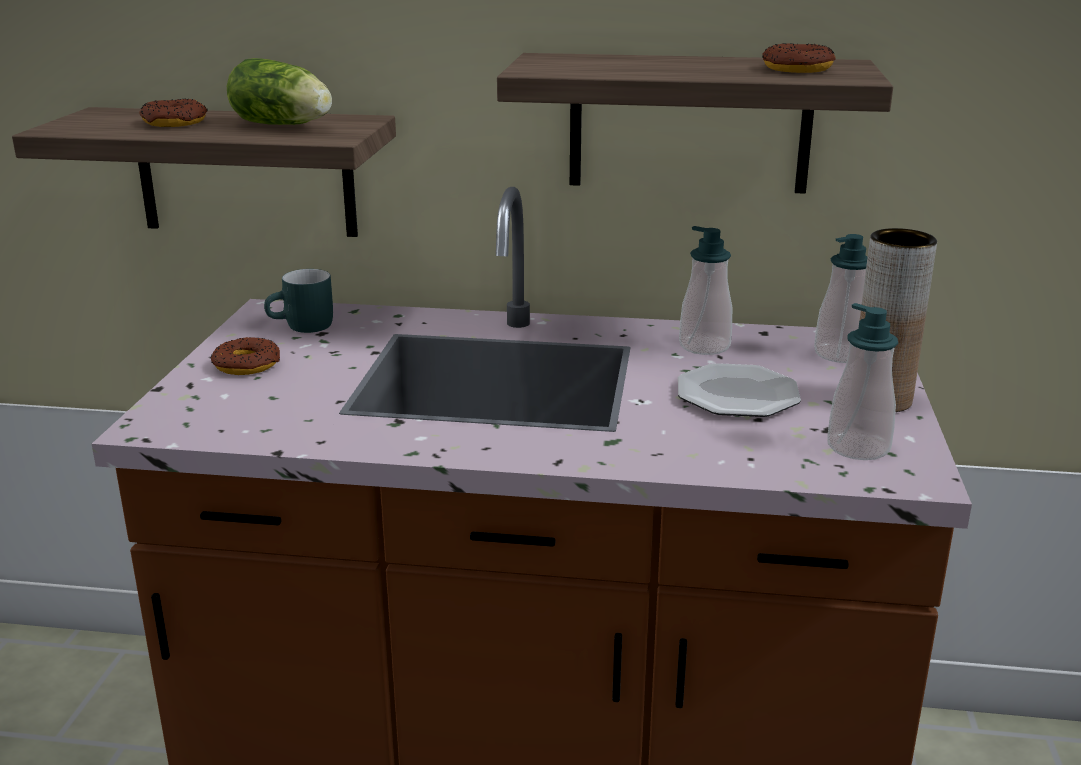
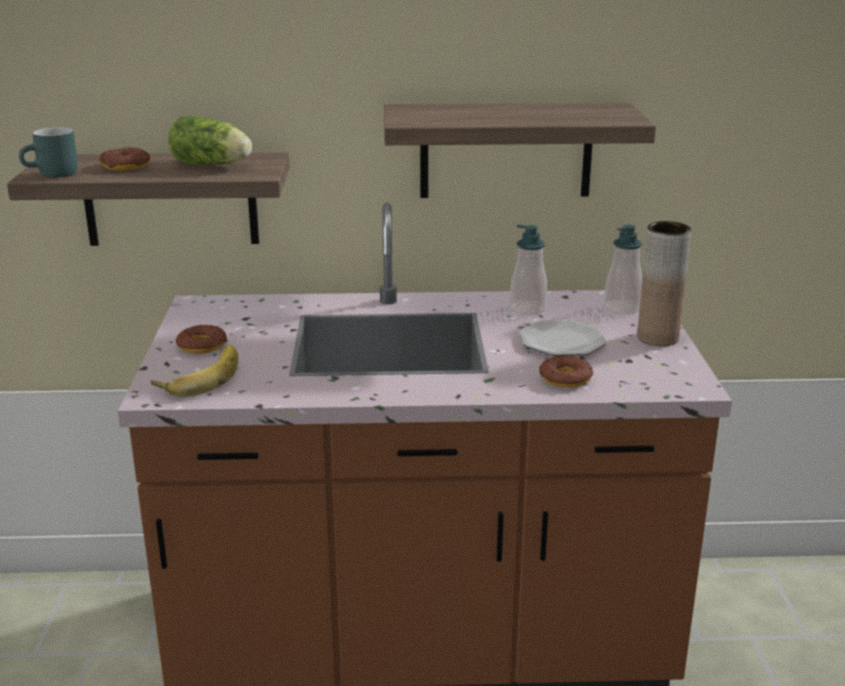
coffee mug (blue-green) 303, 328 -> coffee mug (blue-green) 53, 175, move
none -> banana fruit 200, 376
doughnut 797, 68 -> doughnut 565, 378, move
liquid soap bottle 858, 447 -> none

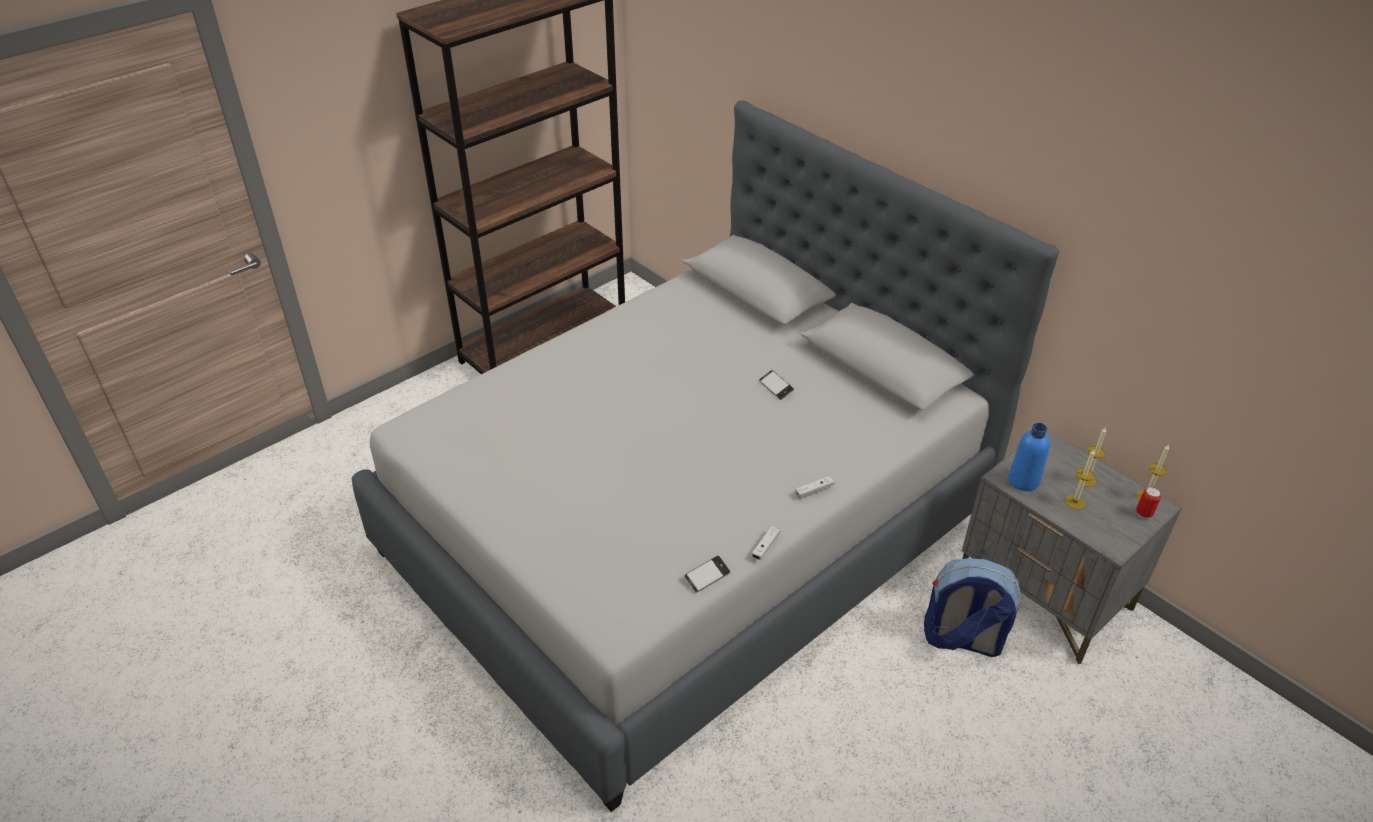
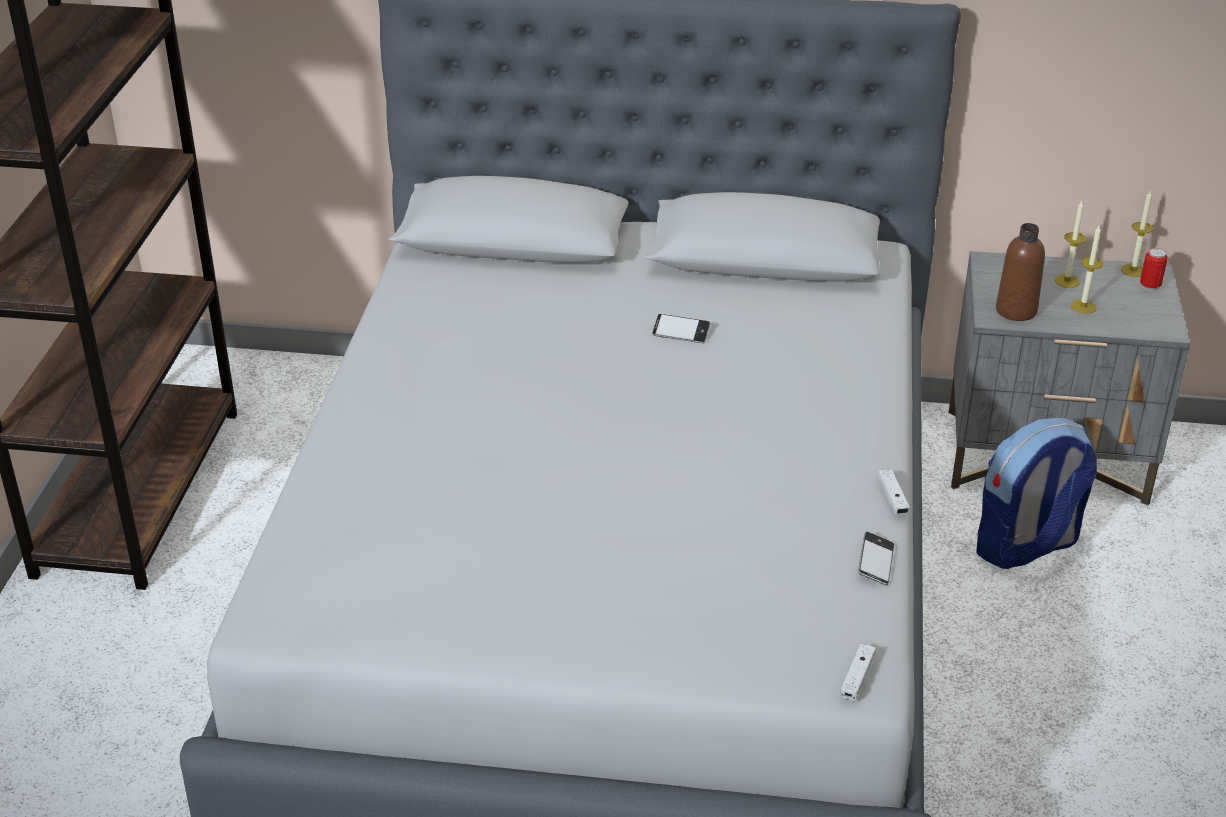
game controller (white-coloured) 814, 491 -> game controller (white-coloured) 857, 678, move
beverage bottle (blue-coloured) 1023, 480 -> beverage bottle (brown) 1016, 310

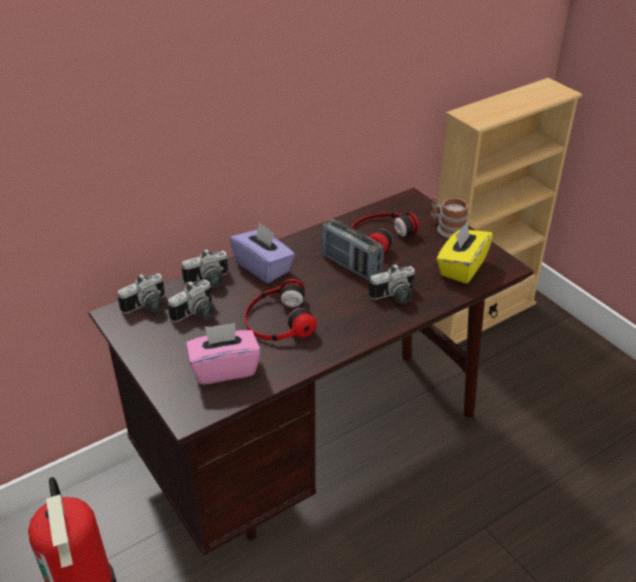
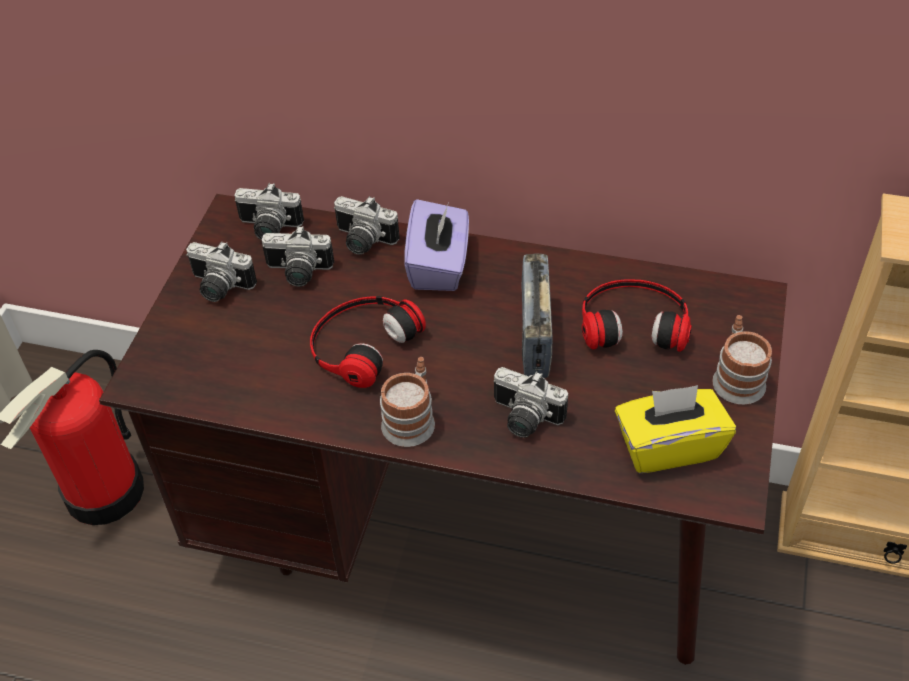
none -> photo camera 218, 288
none -> coffee mug 411, 418
tissue holder (pinkish) 224, 369 -> none

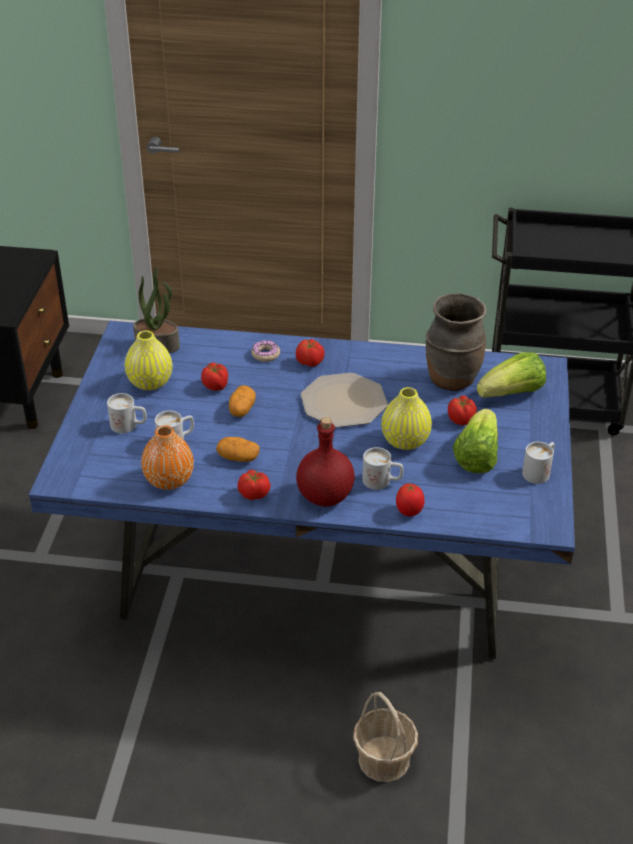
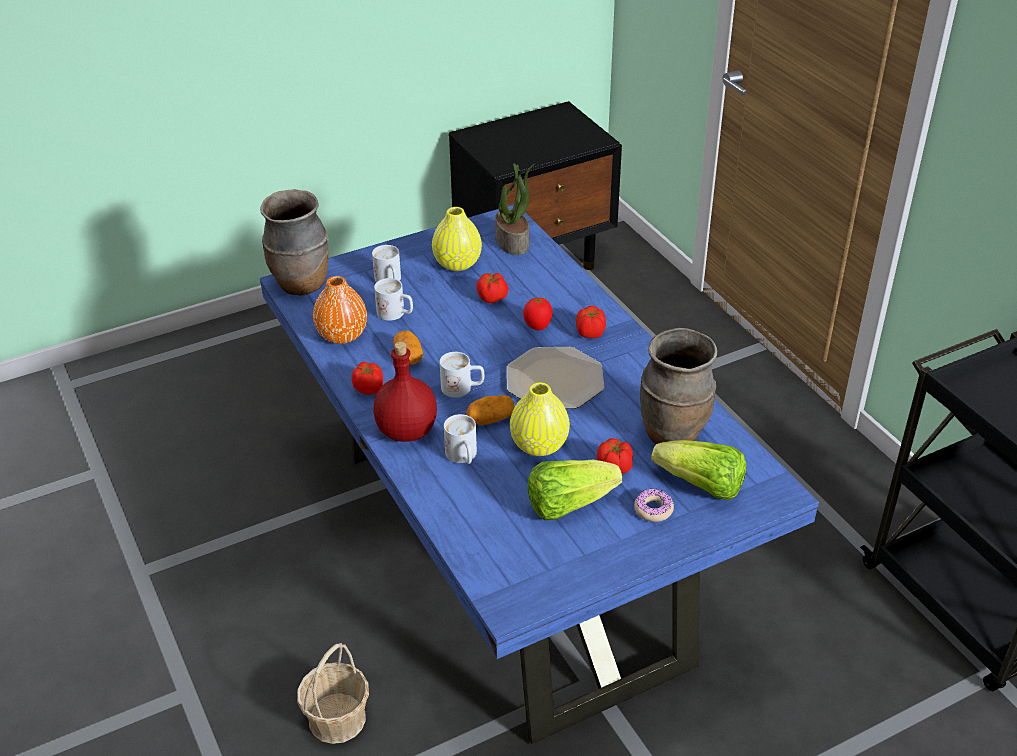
none -> decorative vase (brown) 301, 285
coffee mug (white-coloured) 539, 471 -> coffee mug (white-coloured) 463, 388, move
potato 241, 409 -> potato 490, 419, move
fresh tomato 409, 512 -> fresh tomato 538, 327, move
doughnut 265, 354 -> doughnut 653, 509, move

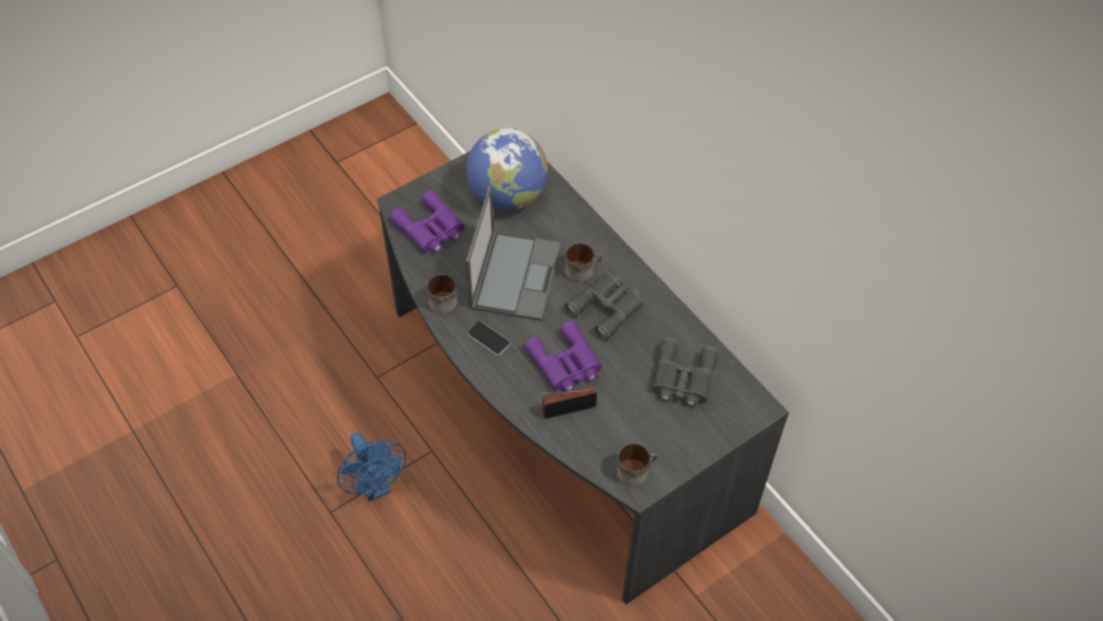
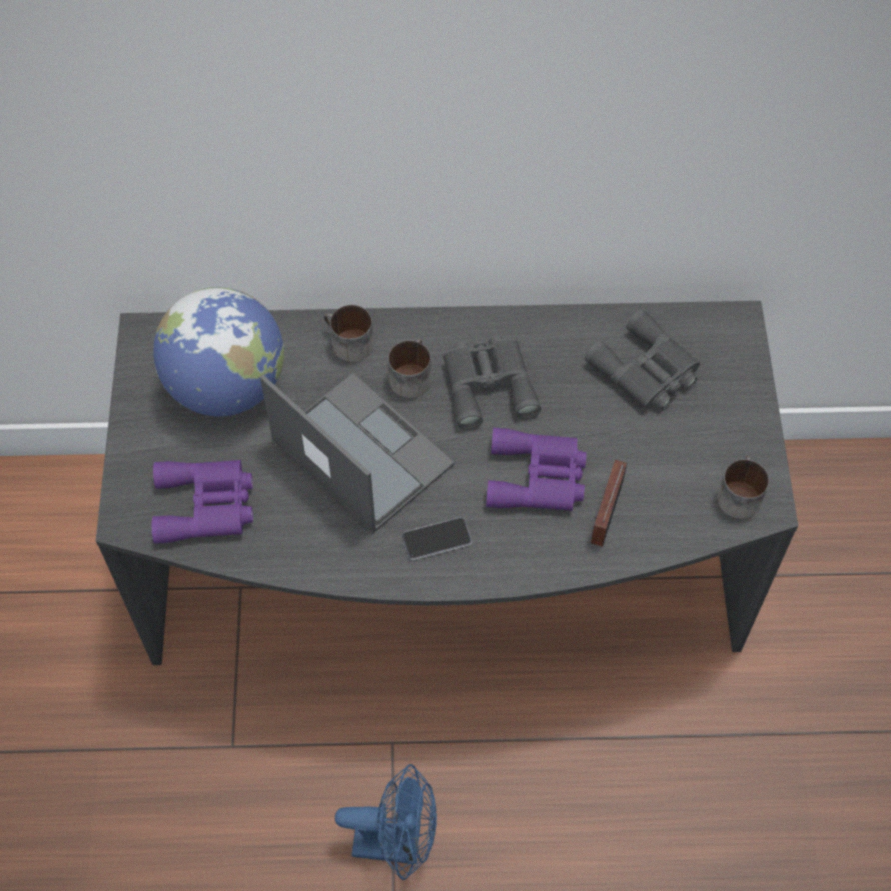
coffee mug 441, 299 -> coffee mug 347, 343, move

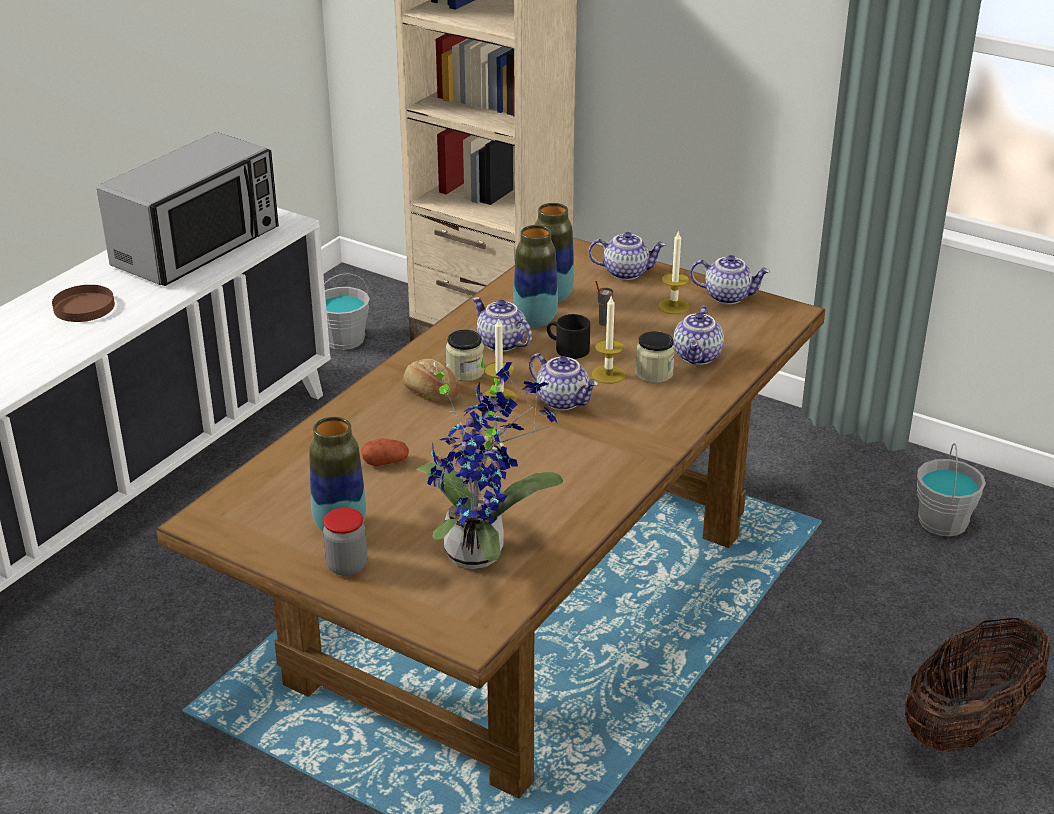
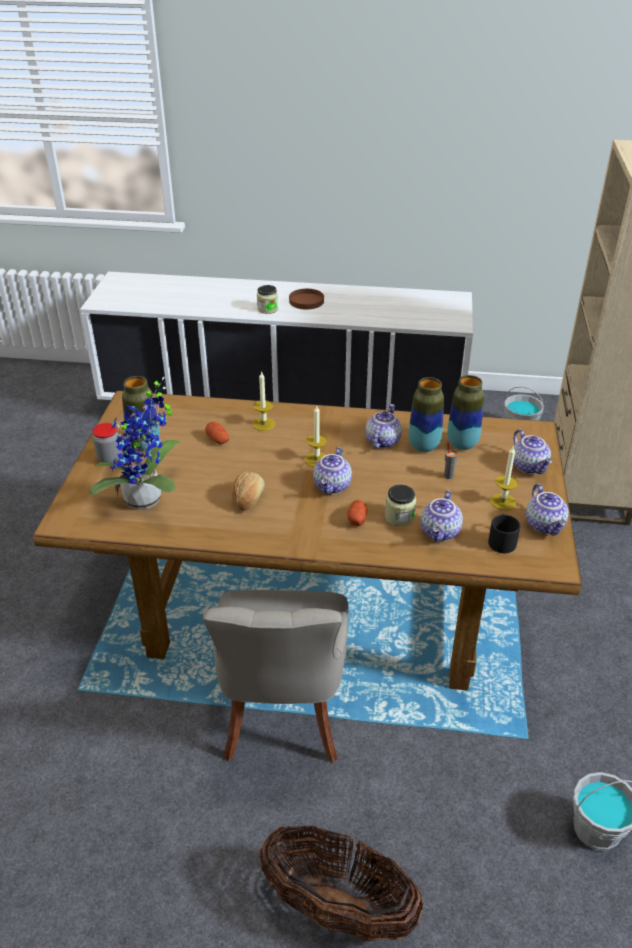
none -> plain chair (greyish) 282, 717
bread 430, 393 -> bread 248, 498, move
candle 608, 374 -> candle 264, 424, move
jar 465, 372 -> jar 267, 309, move
none -> potato 357, 519
tea pot 698, 357 -> tea pot 441, 532, 60 degrees counterclockwise
coffee mug (black) 567, 349 -> coffee mug (black) 501, 540, move
microwave 197, 247 -> none

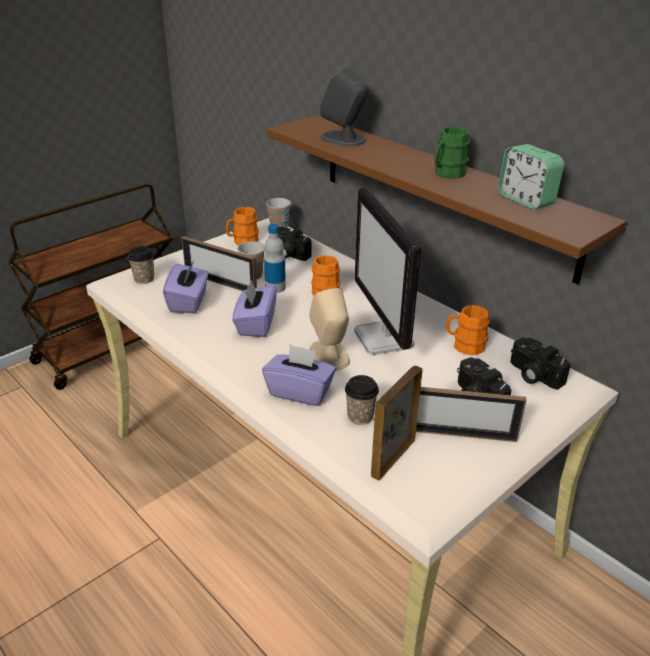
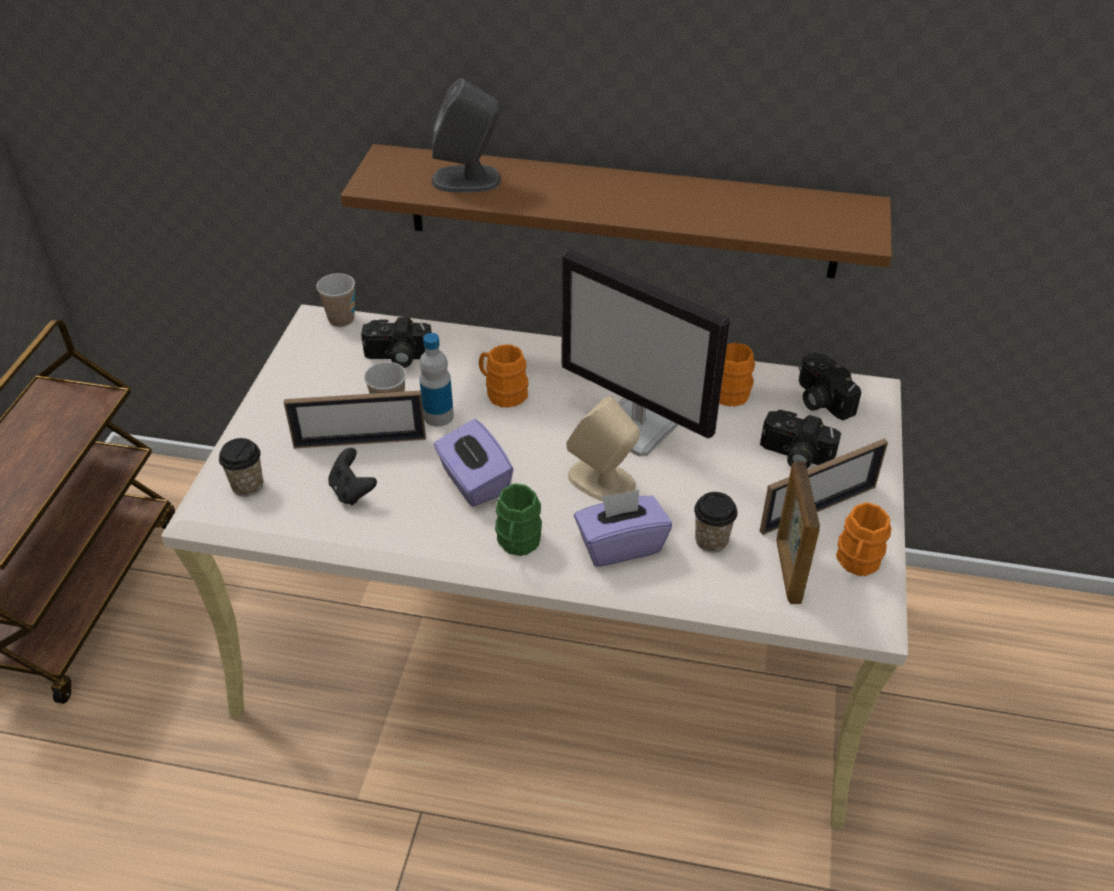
tissue holder (purplish) 189, 302 -> game controller (black) 352, 491
coffee mug (green) 447, 174 -> coffee mug (green) 517, 544, move
photo camera 532, 375 -> photo camera 819, 400, 45 degrees clockwise
coffee mug (orange) 242, 241 -> coffee mug (orange) 856, 563, move
alarm clock 525, 200 -> none

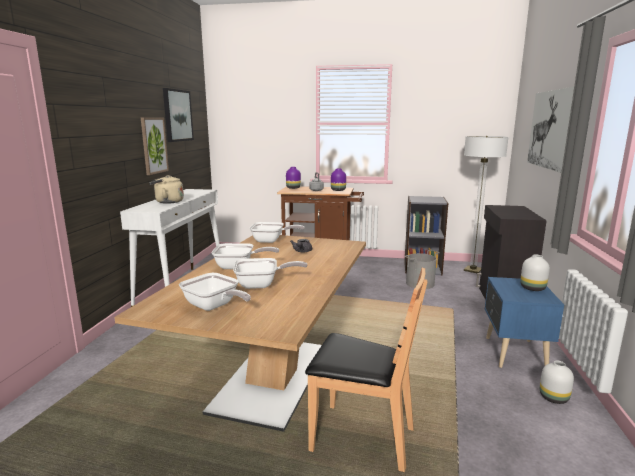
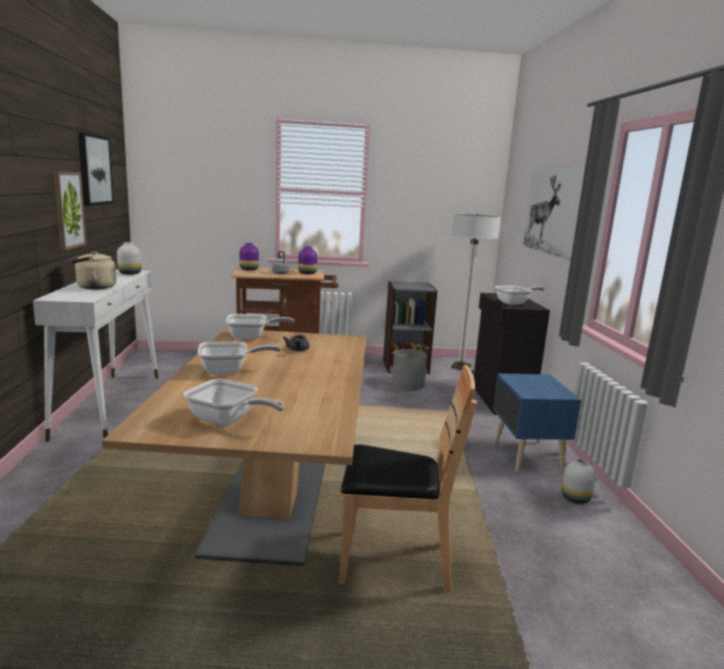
decorative vase (white-coloured) 532, 288 -> decorative vase (white-coloured) 130, 273, move
skillet 262, 285 -> skillet 515, 303, move

